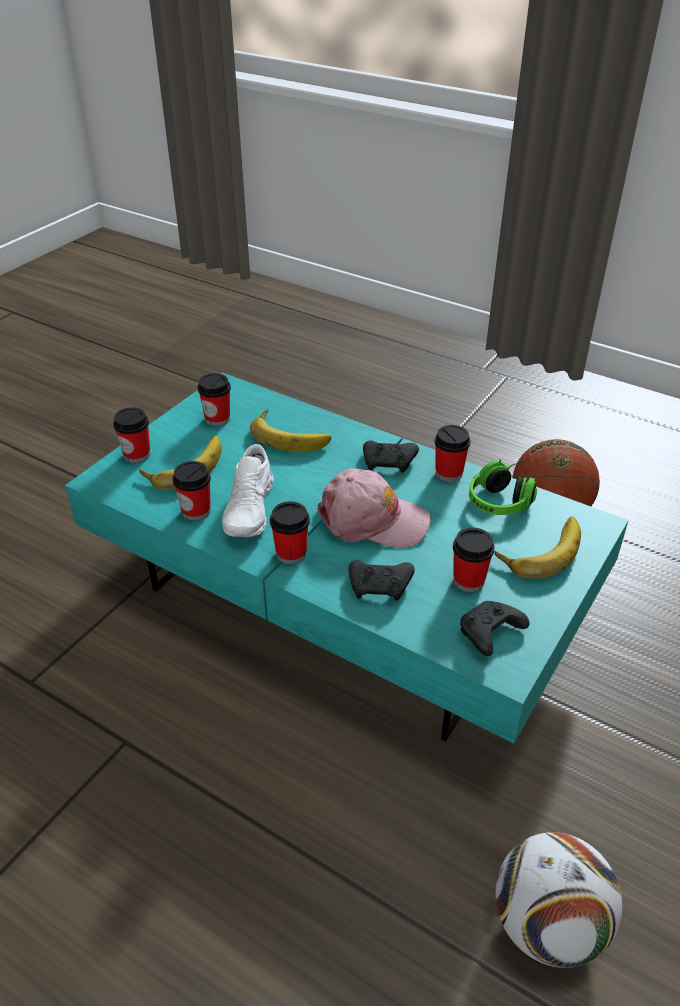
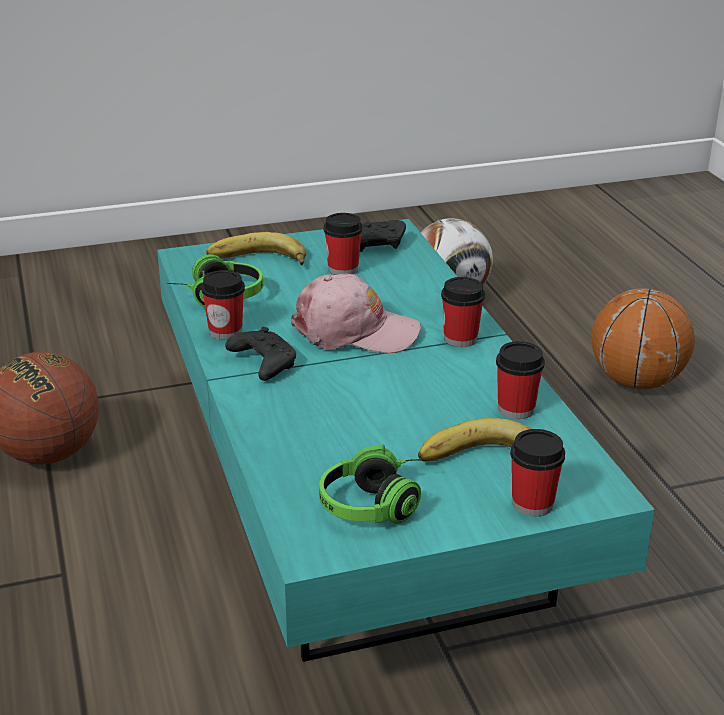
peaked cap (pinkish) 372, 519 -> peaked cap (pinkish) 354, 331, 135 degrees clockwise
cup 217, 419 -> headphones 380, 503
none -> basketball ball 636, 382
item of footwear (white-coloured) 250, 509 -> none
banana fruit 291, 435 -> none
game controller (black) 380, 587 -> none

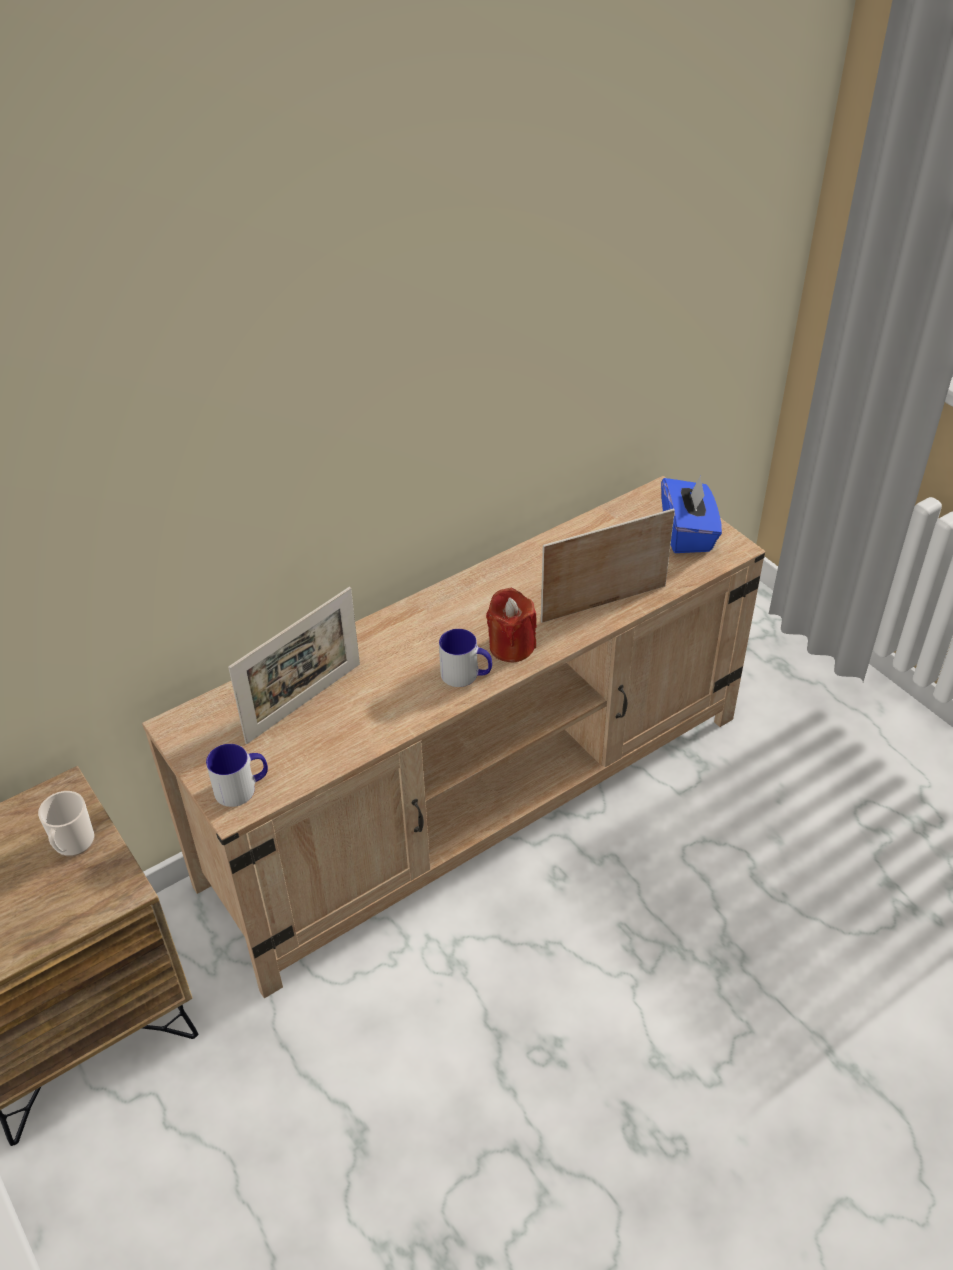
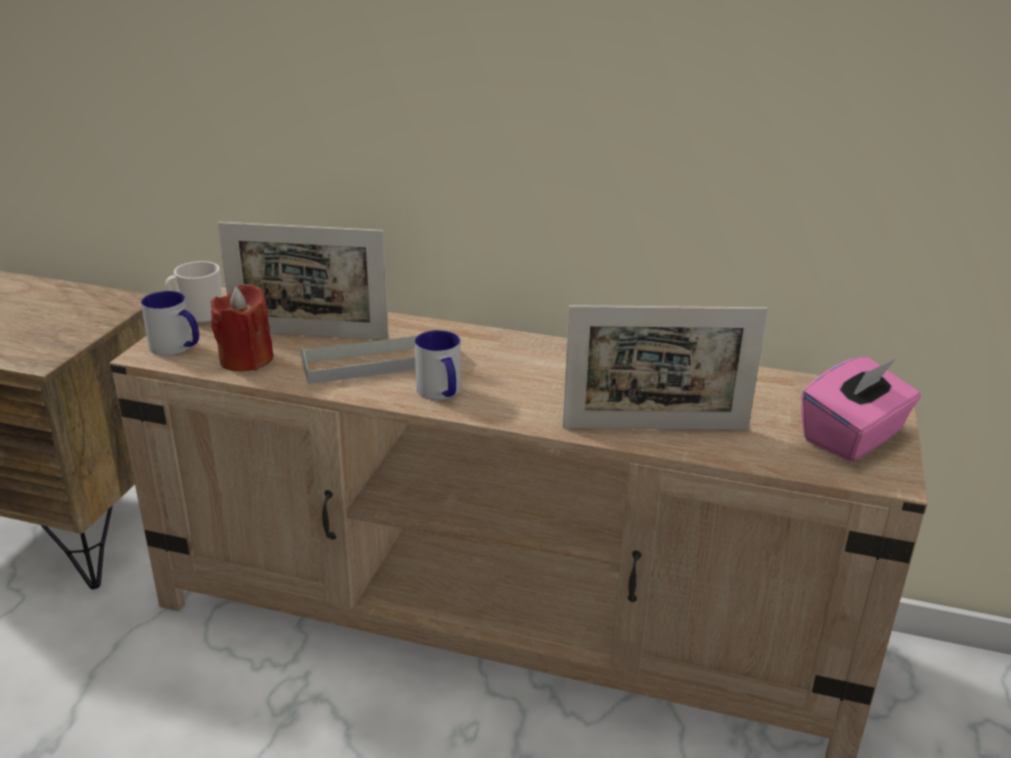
coffee mug 72, 844 -> coffee mug 198, 316, move
candle (reddish) 511, 646 -> candle (reddish) 246, 359, move
none -> carrying tray (greyish) 379, 363
photo frame 603, 603 -> photo frame 655, 428, 150 degrees clockwise
tissue holder (blue-coloured) 687, 533 -> tissue holder (pinkish) 853, 437

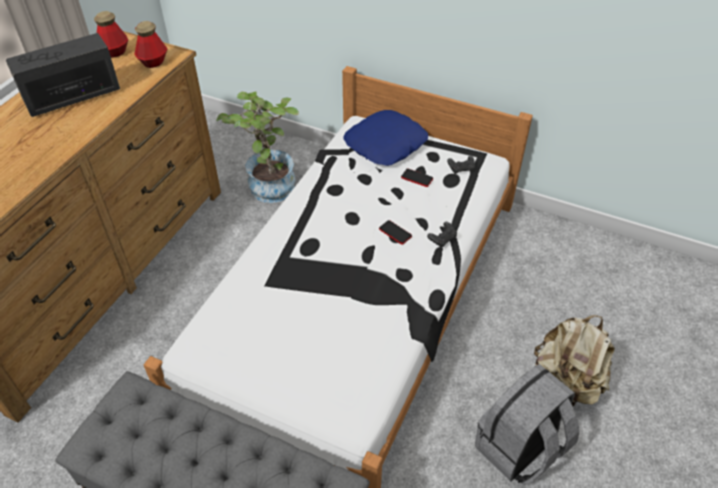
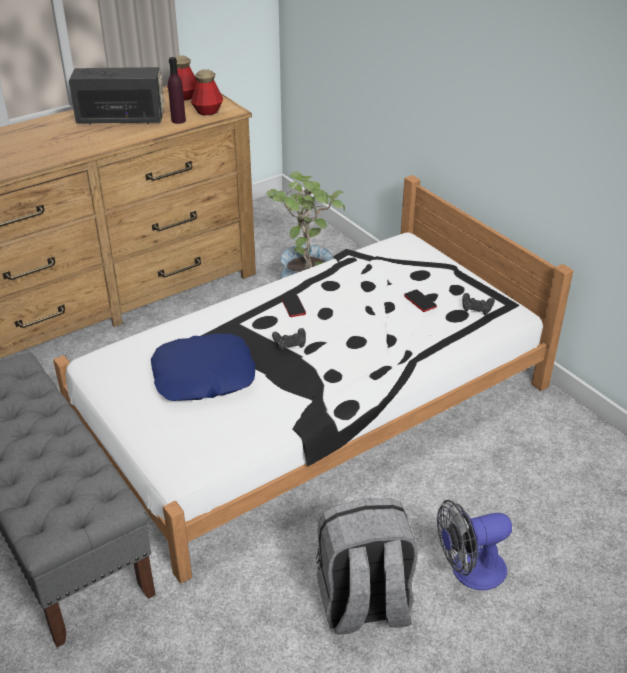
pillow (blue-coloured) 386, 145 -> pillow (blue-coloured) 204, 377, move
none -> beverage bottle (purplish) 178, 120
game controller (black) 442, 239 -> game controller (black) 290, 345, move
telephone 395, 233 -> telephone 293, 306, move
knapsack (beige) 566, 382 -> fan 469, 571

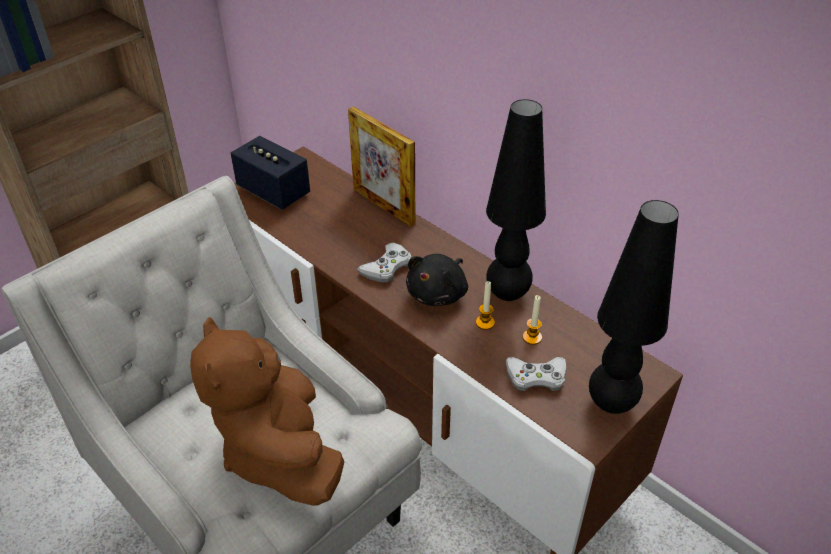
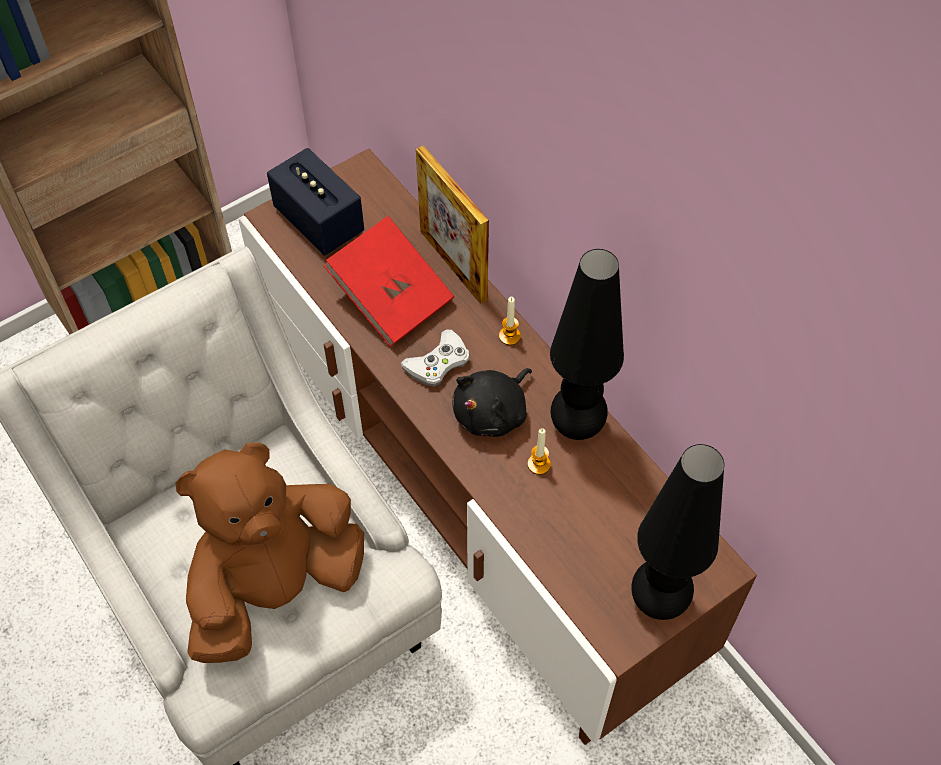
plush toy (brown) 279, 452 -> plush toy (brown) 275, 587, 60 degrees clockwise
none -> volume (reddish) 391, 297
candle 532, 337 -> candle 509, 336, move
game controller (white-coloured) 536, 377 -> none

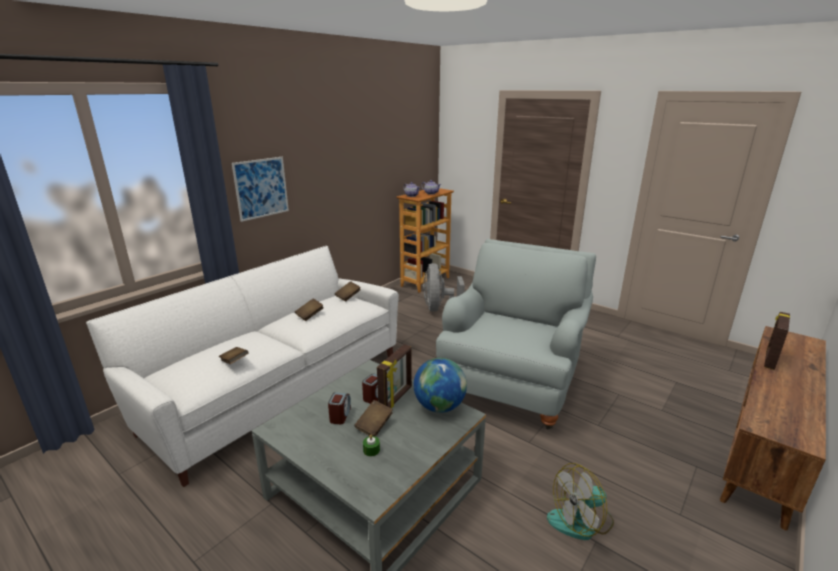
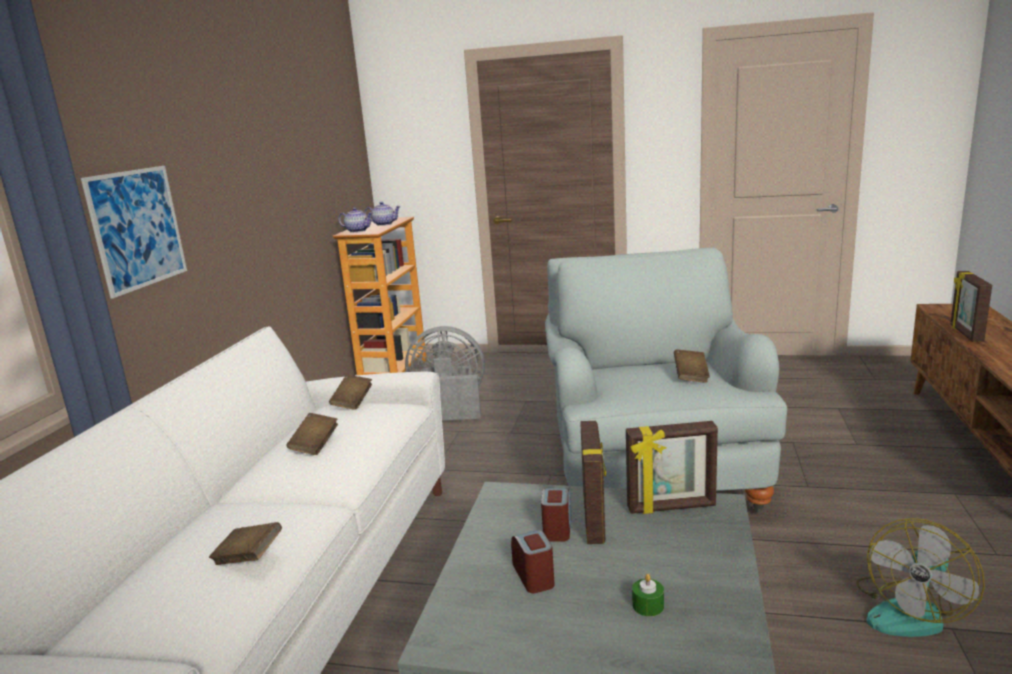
fan (greyish) 439, 308 -> fan (greyish) 450, 405, 120 degrees clockwise
desk globe 439, 406 -> photo frame 671, 507
volume (brown) 374, 426 -> volume (brown) 691, 376, move

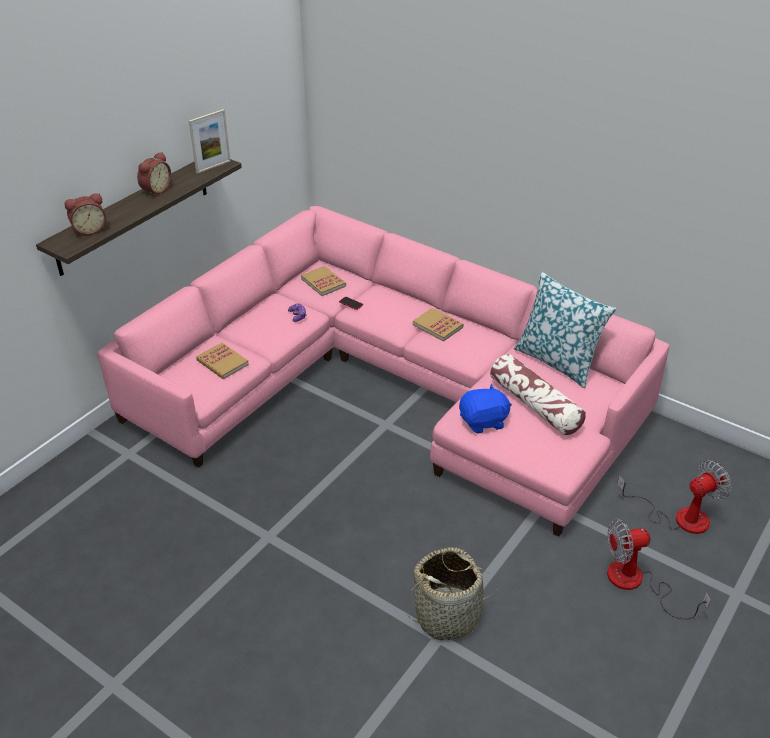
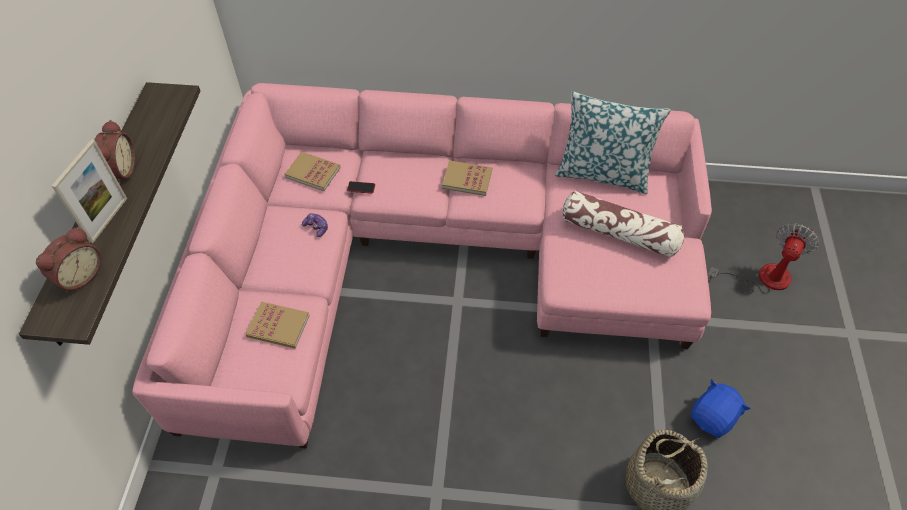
photo frame 213, 167 -> photo frame 108, 219, move
plush toy (blue-coloured) 483, 422 -> plush toy (blue-coloured) 713, 417, move
fan 636, 583 -> none

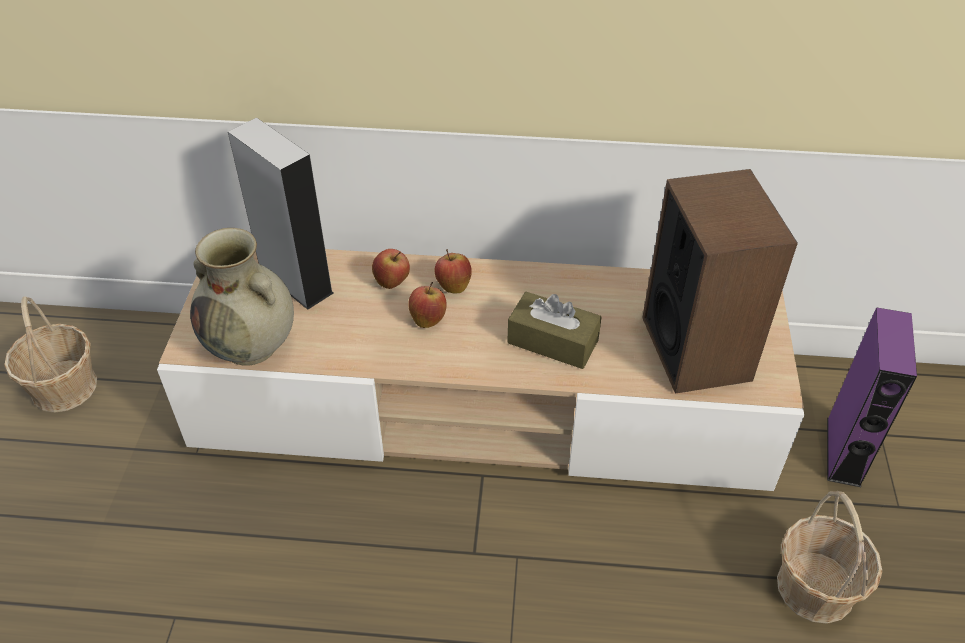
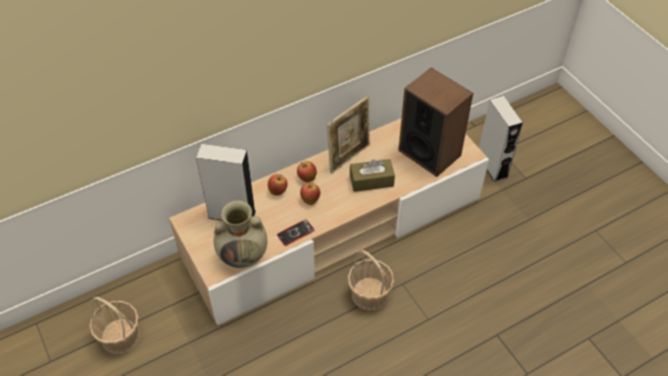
none -> telephone 295, 233
none -> photo frame 348, 157
storage basket 815, 588 -> storage basket 369, 294, move
audio speaker (purplish) 843, 451 -> audio speaker (greyish) 492, 166

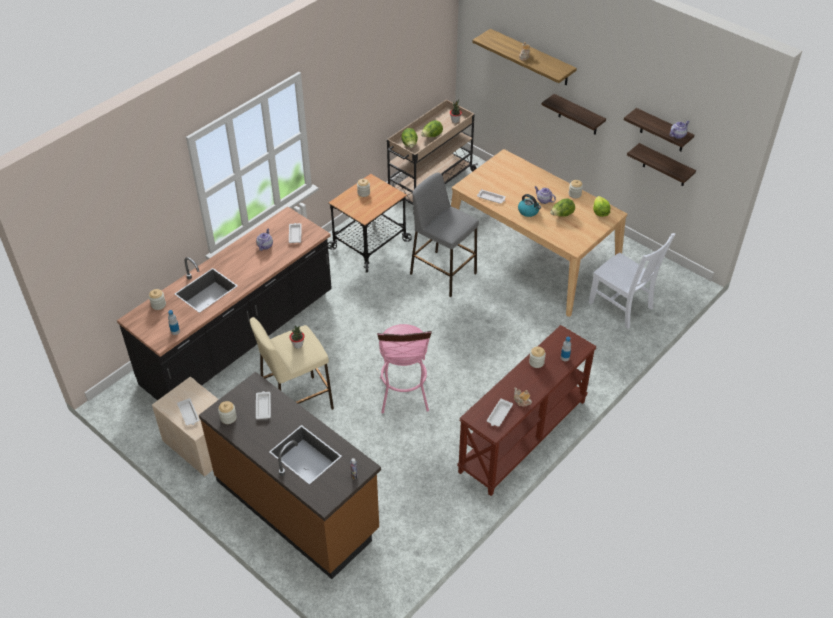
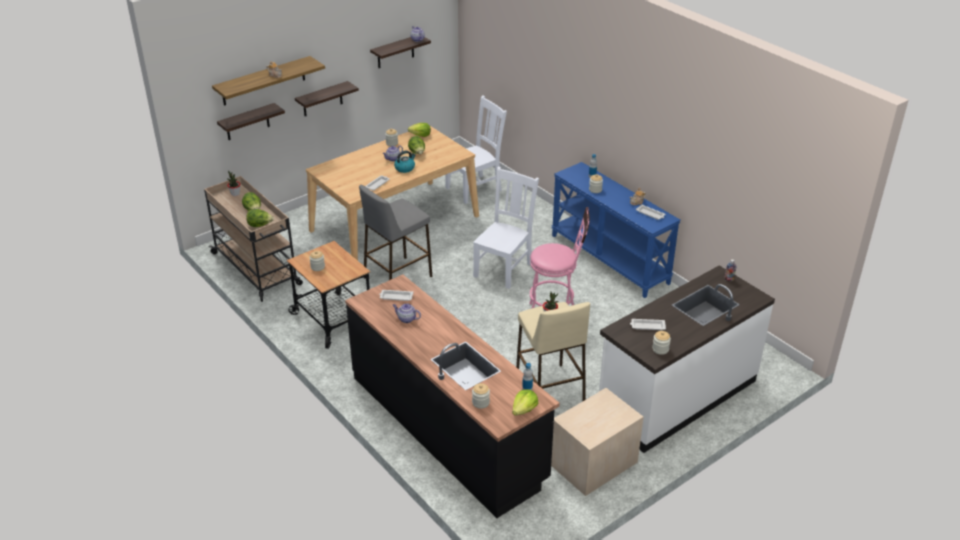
shelf 665, 166 -> shelf 247, 122, move
none -> plain chair (white-coloured) 504, 269
none -> lettuce 524, 410
hall table (brown) 523, 437 -> hall table (blue-coloured) 610, 259
kitchen counter (brown) 297, 505 -> kitchen counter (white-coloured) 676, 397
carrying tray (white-coloured) 188, 414 -> none

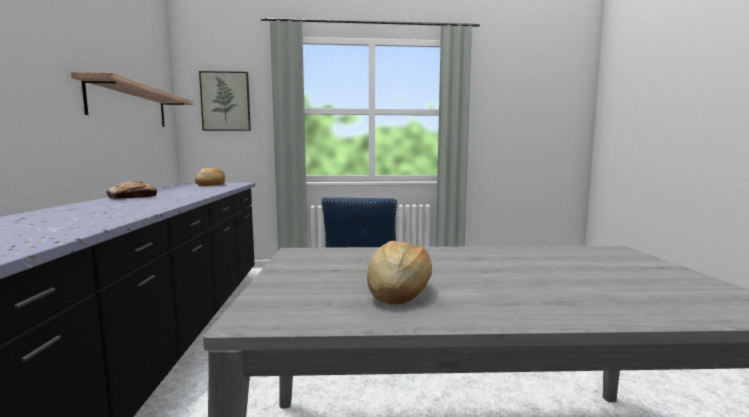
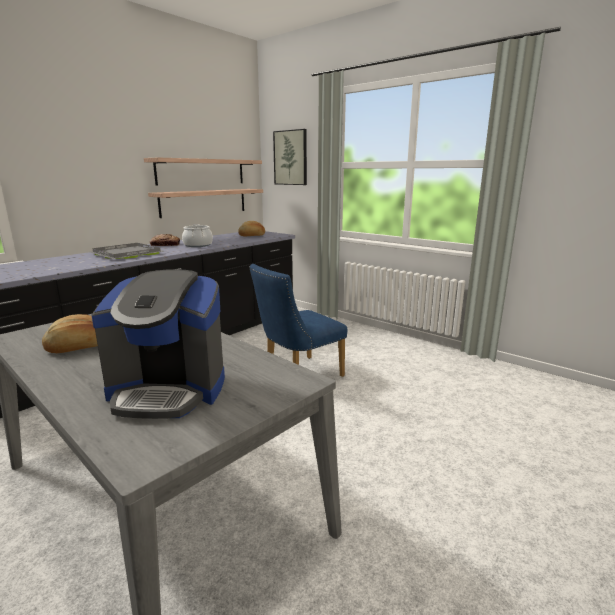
none -> carrying tray (greyish) 128, 254
none -> coffee machine 168, 391
none -> shelf 204, 202
none -> cooking pot 198, 245

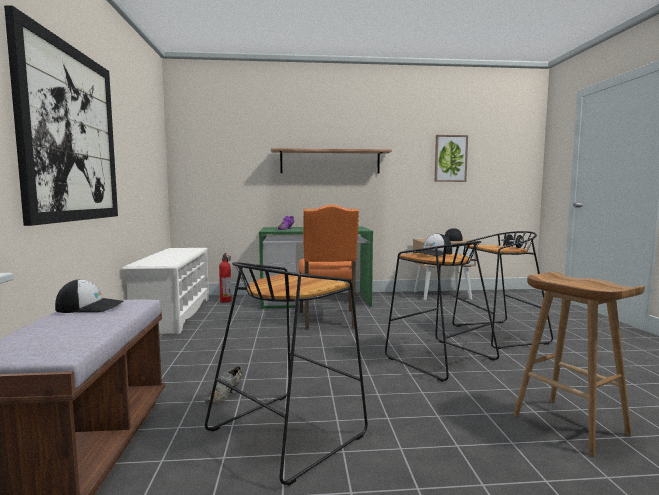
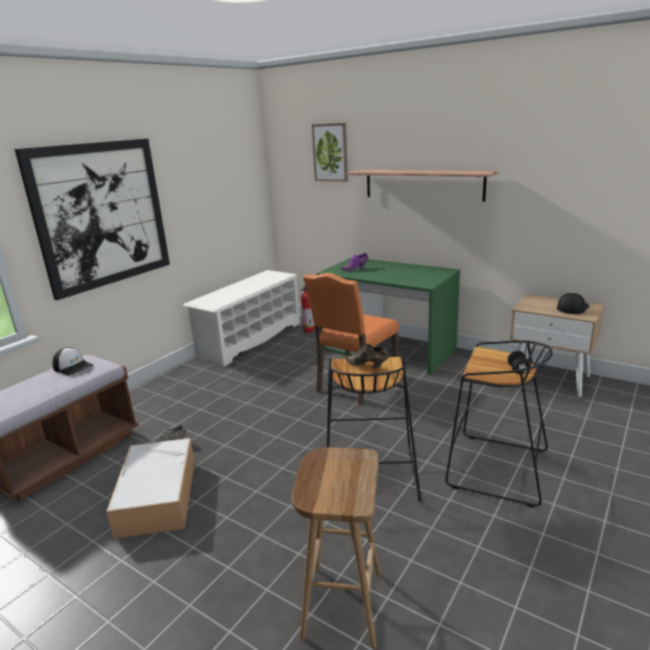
stool (black) 287, 431 -> storage bin 157, 495
picture 450, 158 -> picture 330, 152, move
peaked cap 433, 253 -> item of footwear (brown) 367, 366

